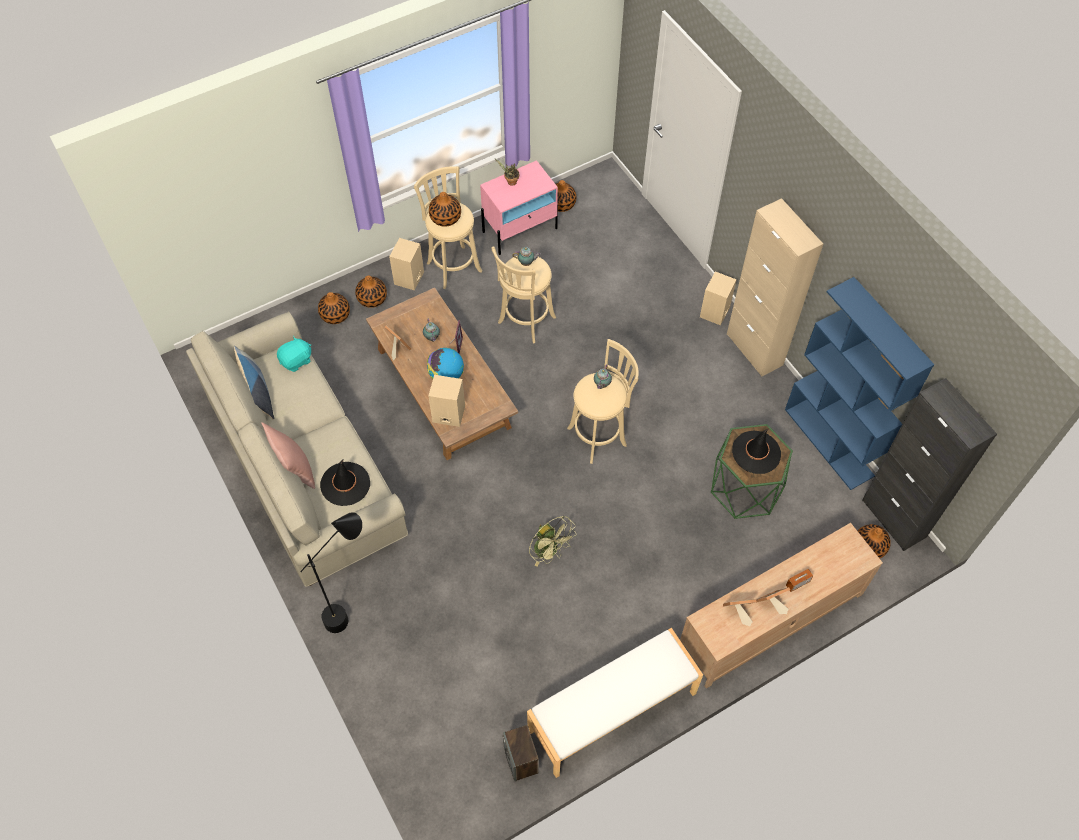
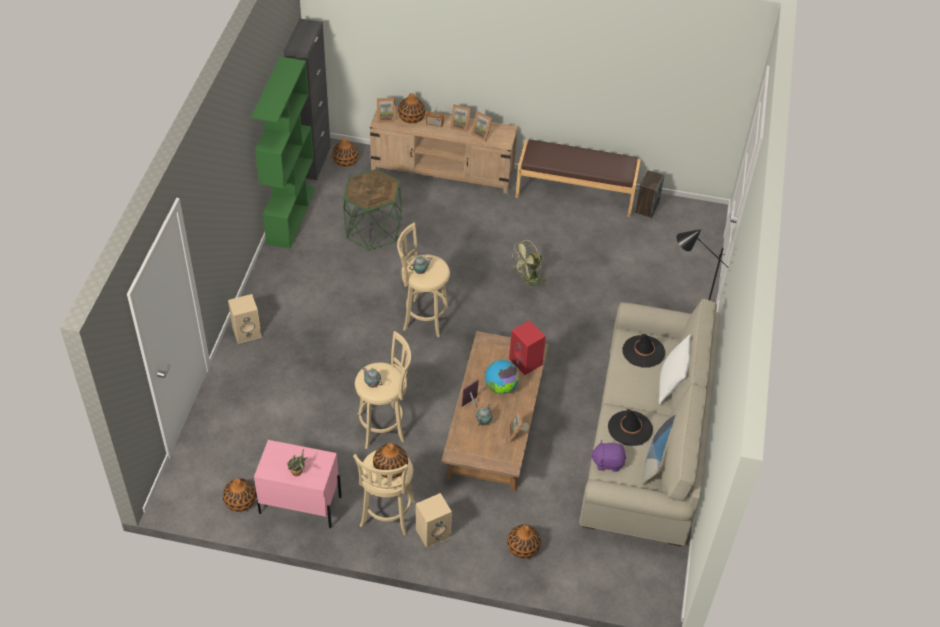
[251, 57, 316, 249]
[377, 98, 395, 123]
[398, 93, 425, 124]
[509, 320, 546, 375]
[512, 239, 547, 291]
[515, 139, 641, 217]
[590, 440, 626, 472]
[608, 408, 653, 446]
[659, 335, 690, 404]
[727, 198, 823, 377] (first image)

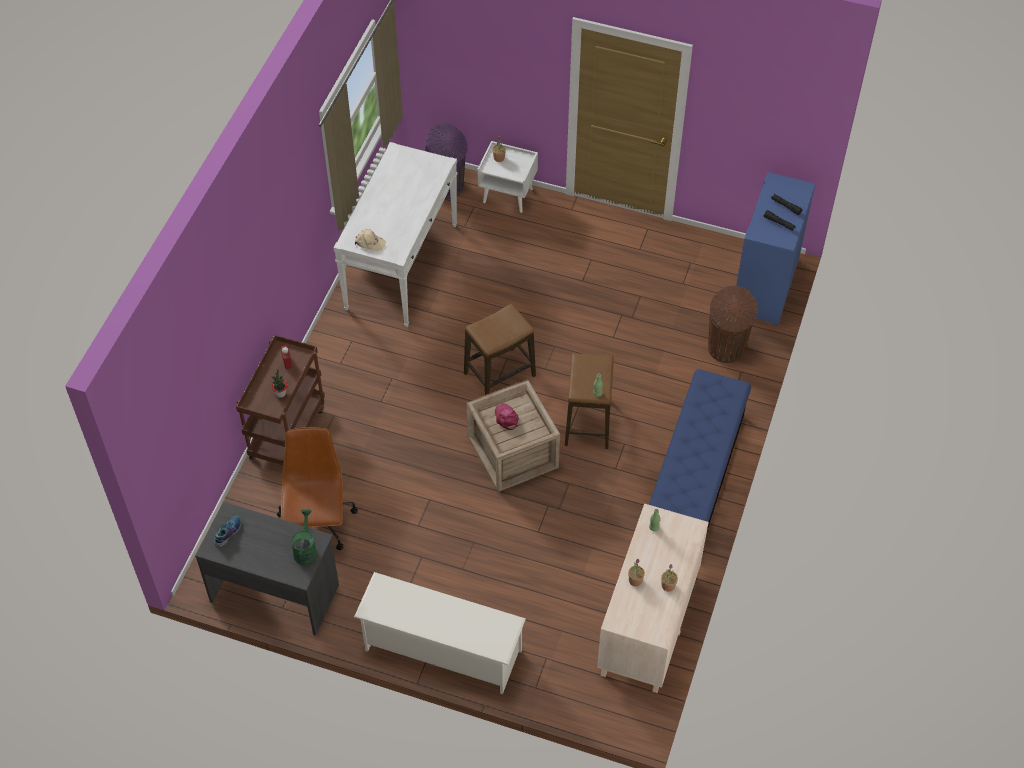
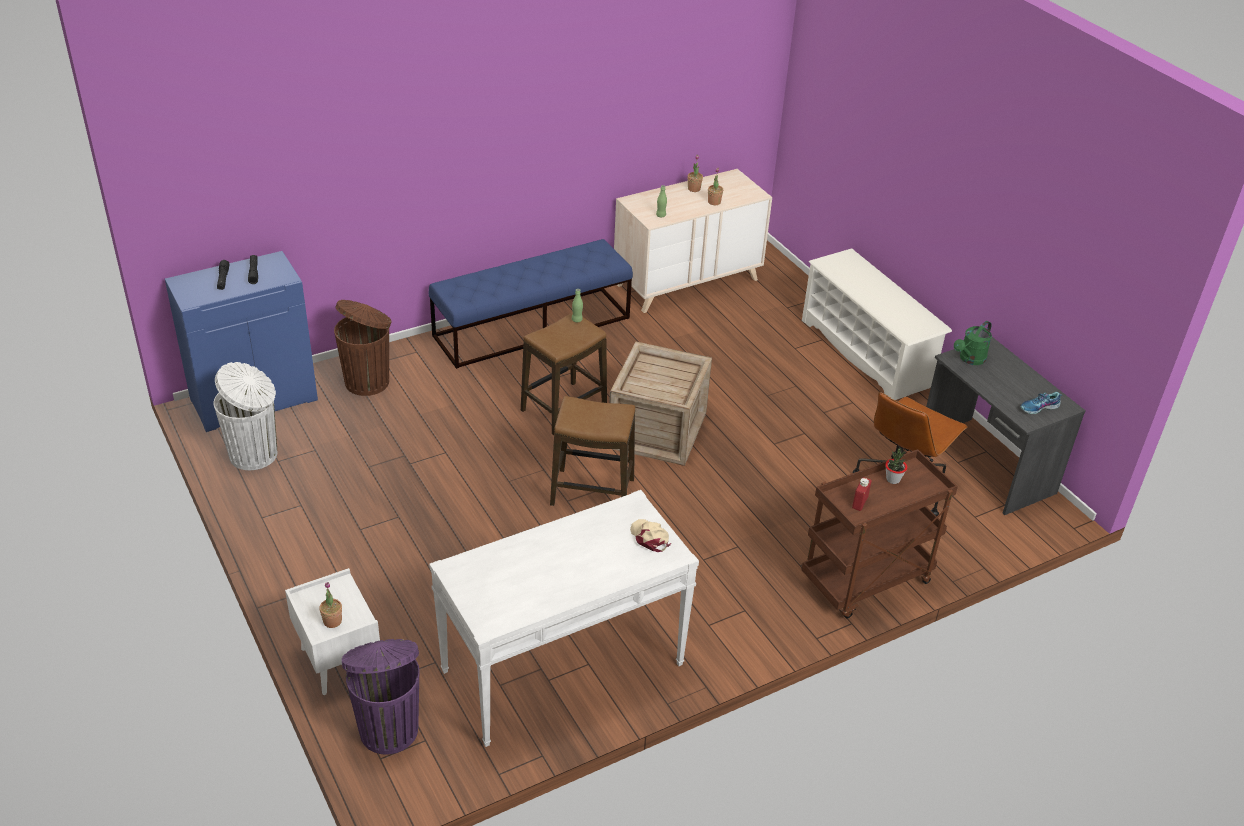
[214, 362, 277, 470]
[495, 403, 519, 430] (first image)

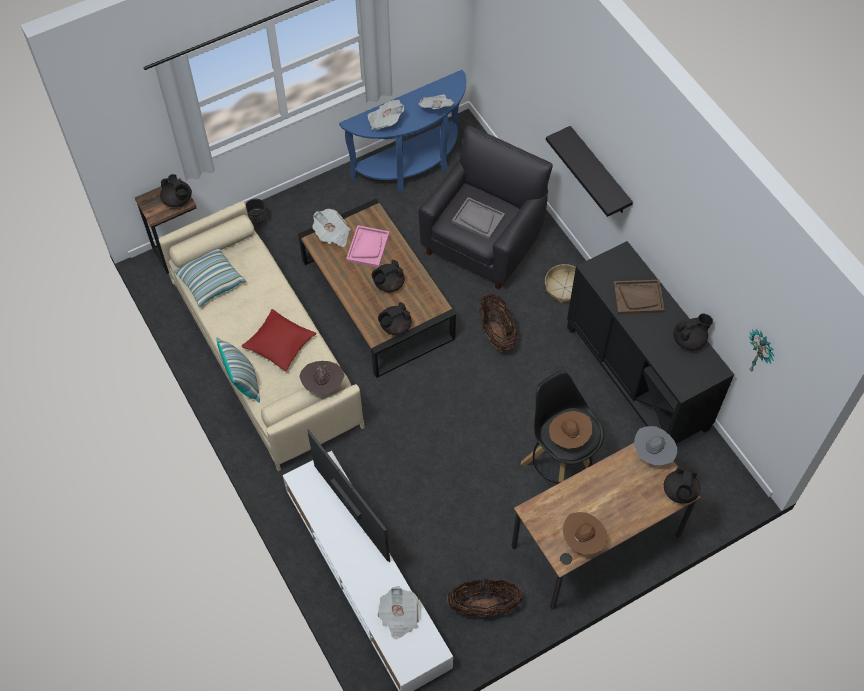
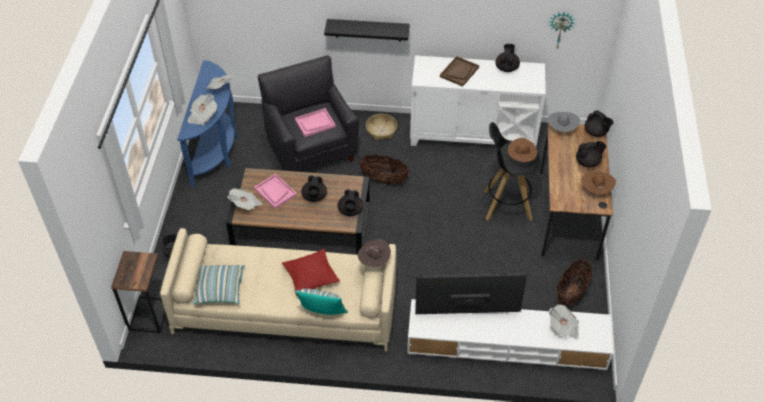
[295, 108, 336, 137]
[410, 56, 546, 147]
[576, 141, 606, 167]

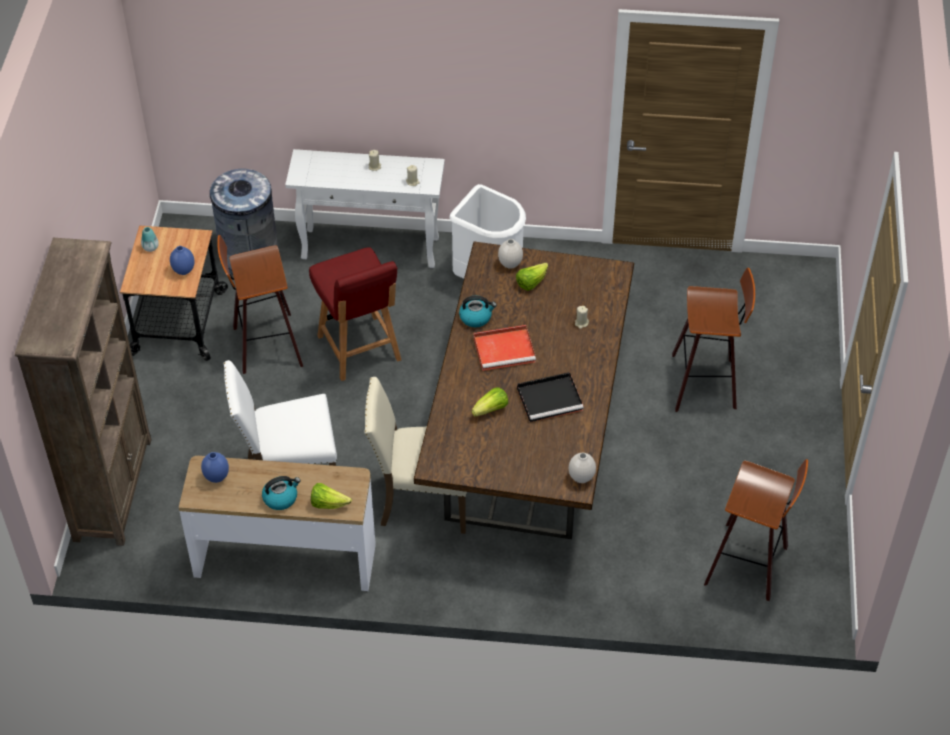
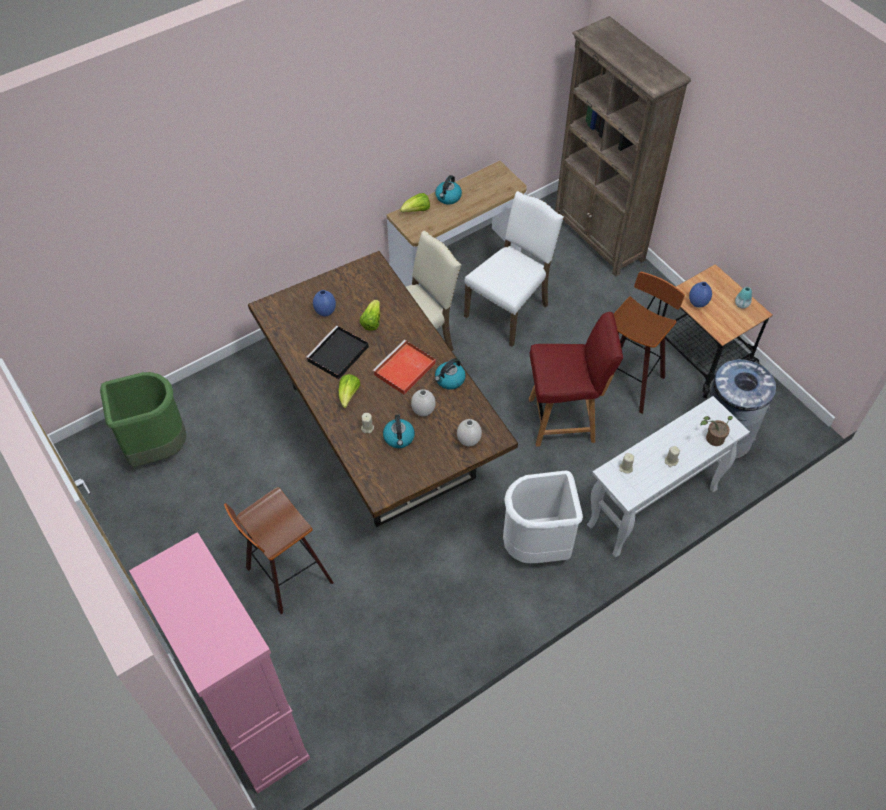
[100, 372, 187, 467]
[129, 532, 310, 794]
[313, 290, 336, 316]
[339, 374, 360, 408]
[383, 415, 415, 448]
[411, 389, 436, 416]
[529, 312, 623, 447]
[700, 416, 733, 446]

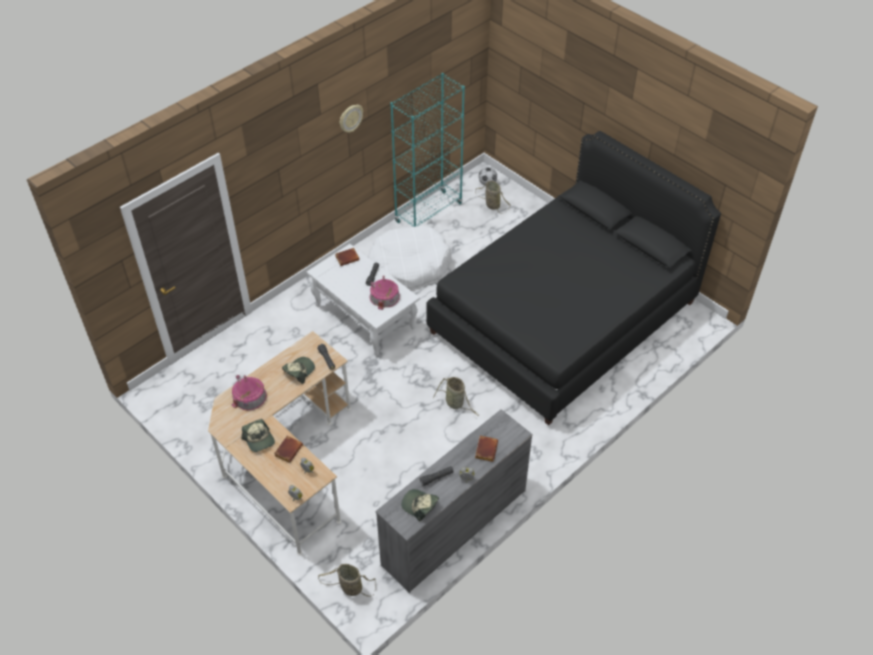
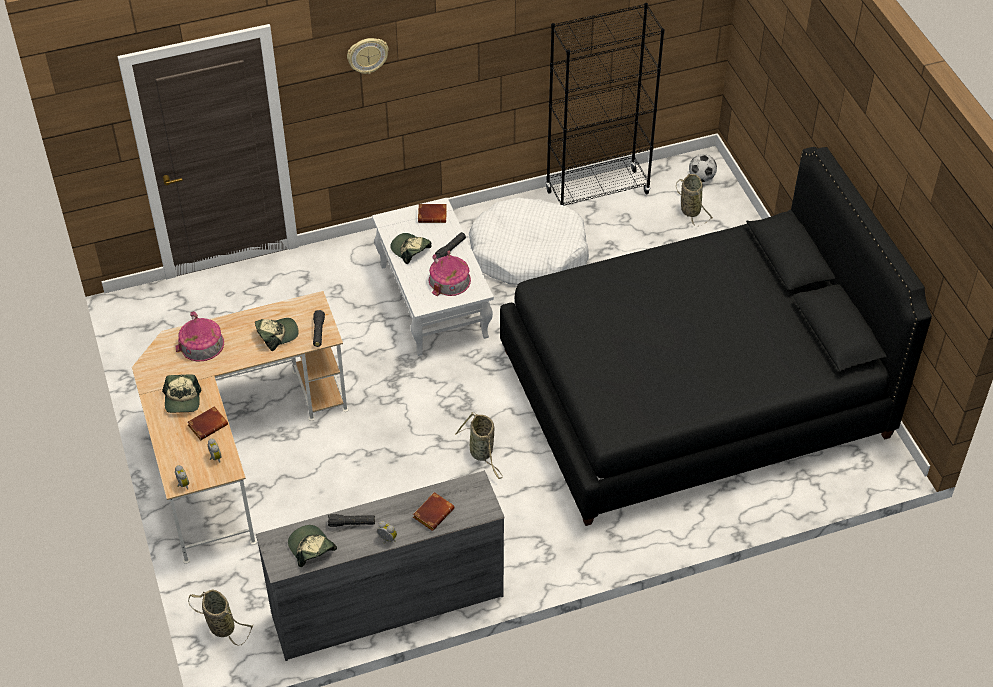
[347, 38, 389, 74]
[390, 233, 432, 264]
[546, 3, 665, 206]

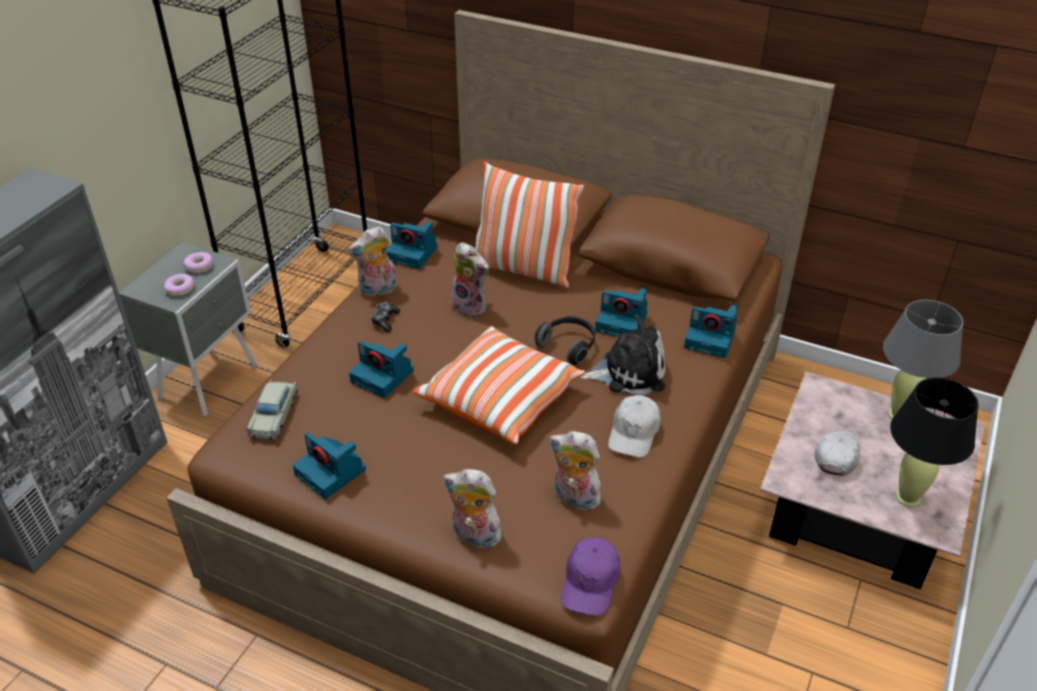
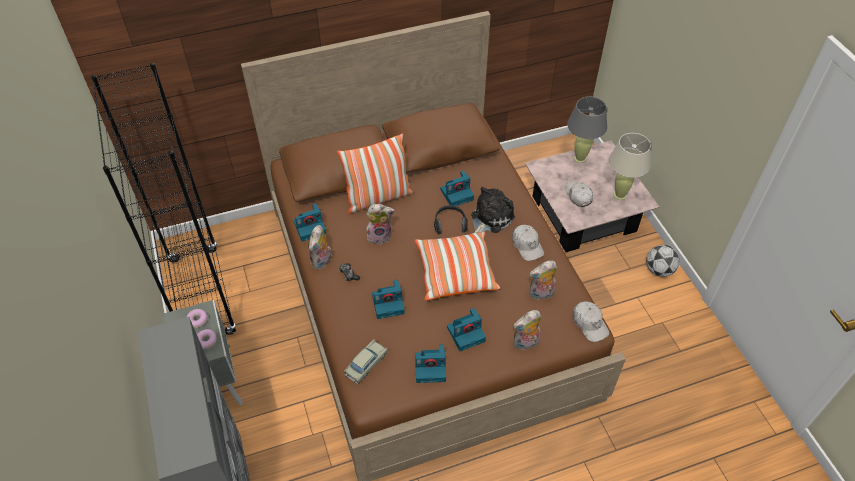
[344, 339, 388, 384]
[447, 308, 486, 351]
[573, 301, 609, 342]
[609, 133, 651, 200]
[646, 245, 680, 277]

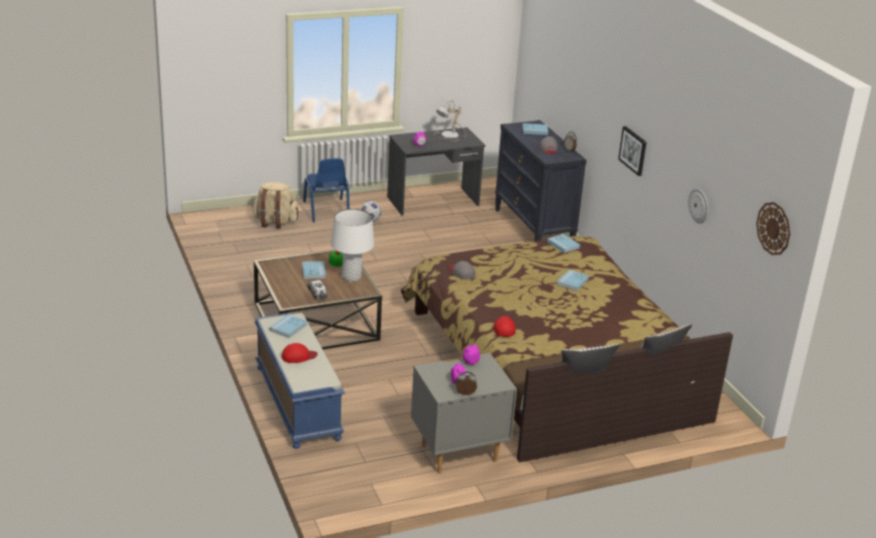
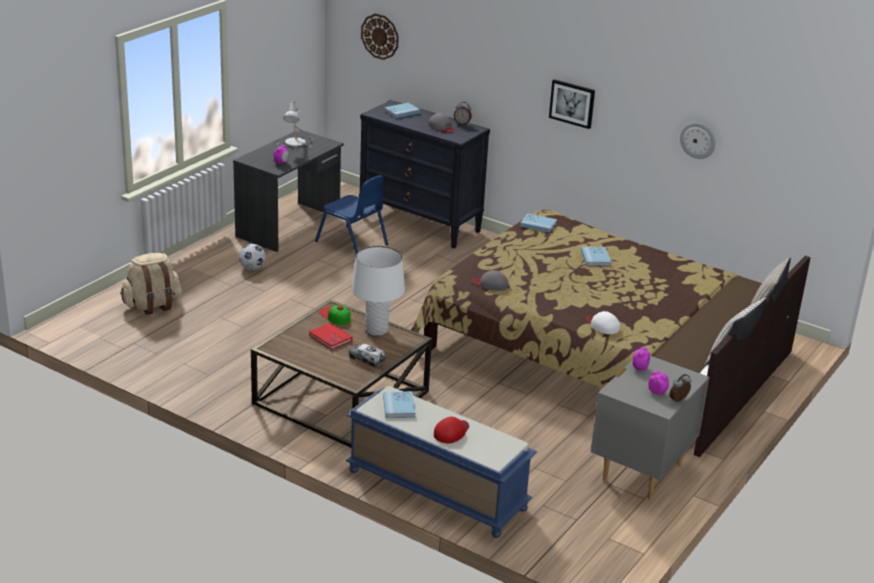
[309, 323, 353, 350]
[315, 175, 388, 254]
[361, 13, 399, 60]
[586, 311, 620, 334]

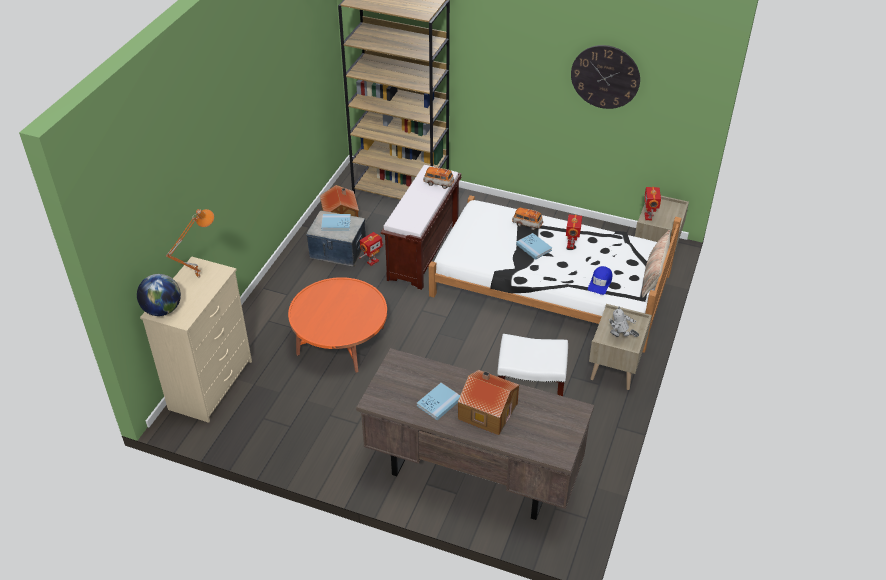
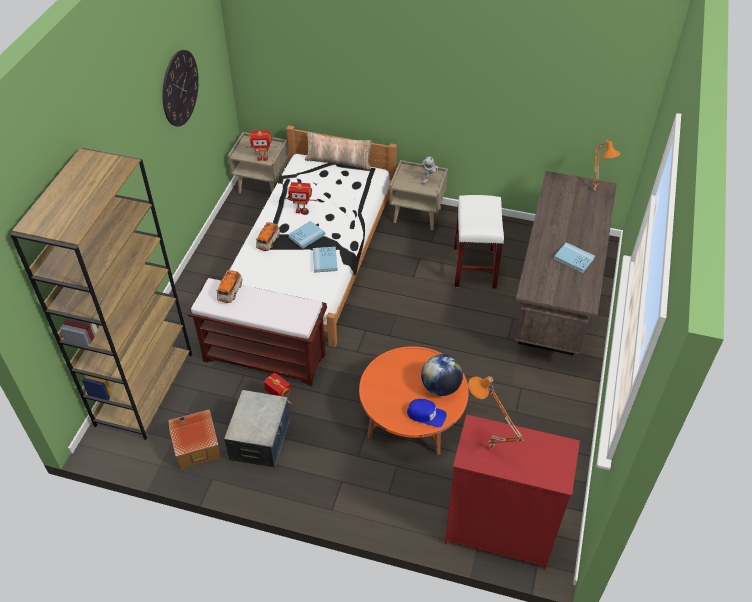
[313, 247, 338, 272]
[407, 399, 447, 427]
[421, 354, 463, 396]
[444, 414, 580, 570]
[594, 140, 620, 192]
[458, 370, 519, 435] (first image)

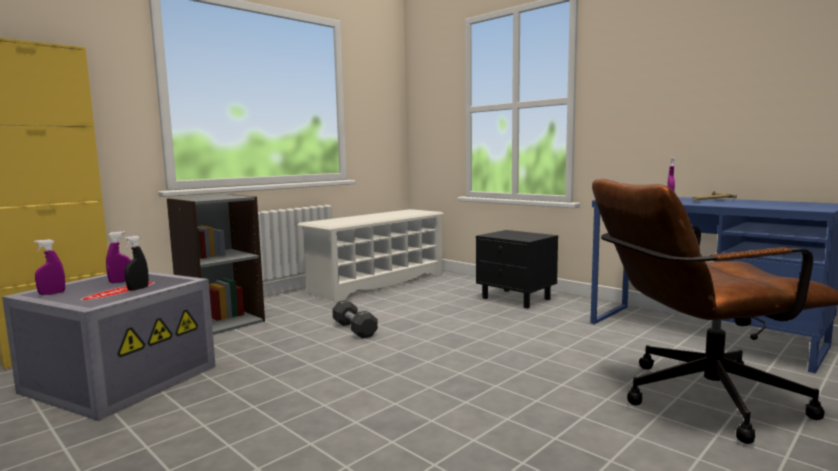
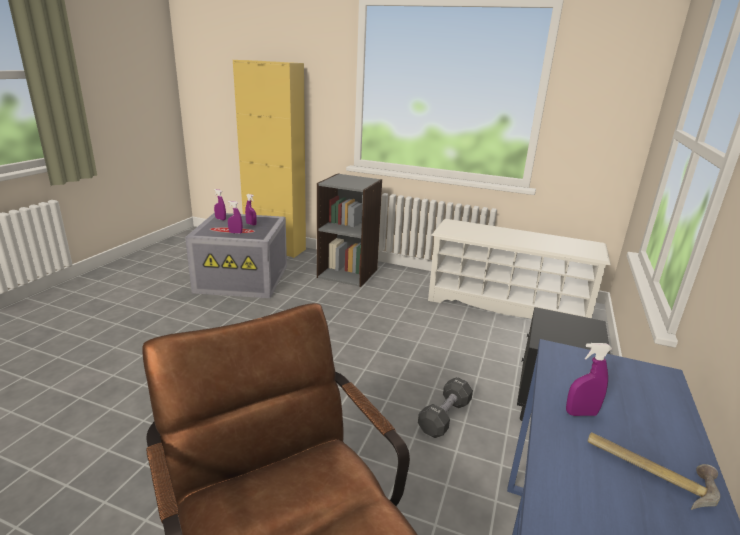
[228, 201, 243, 234]
[418, 377, 473, 438]

